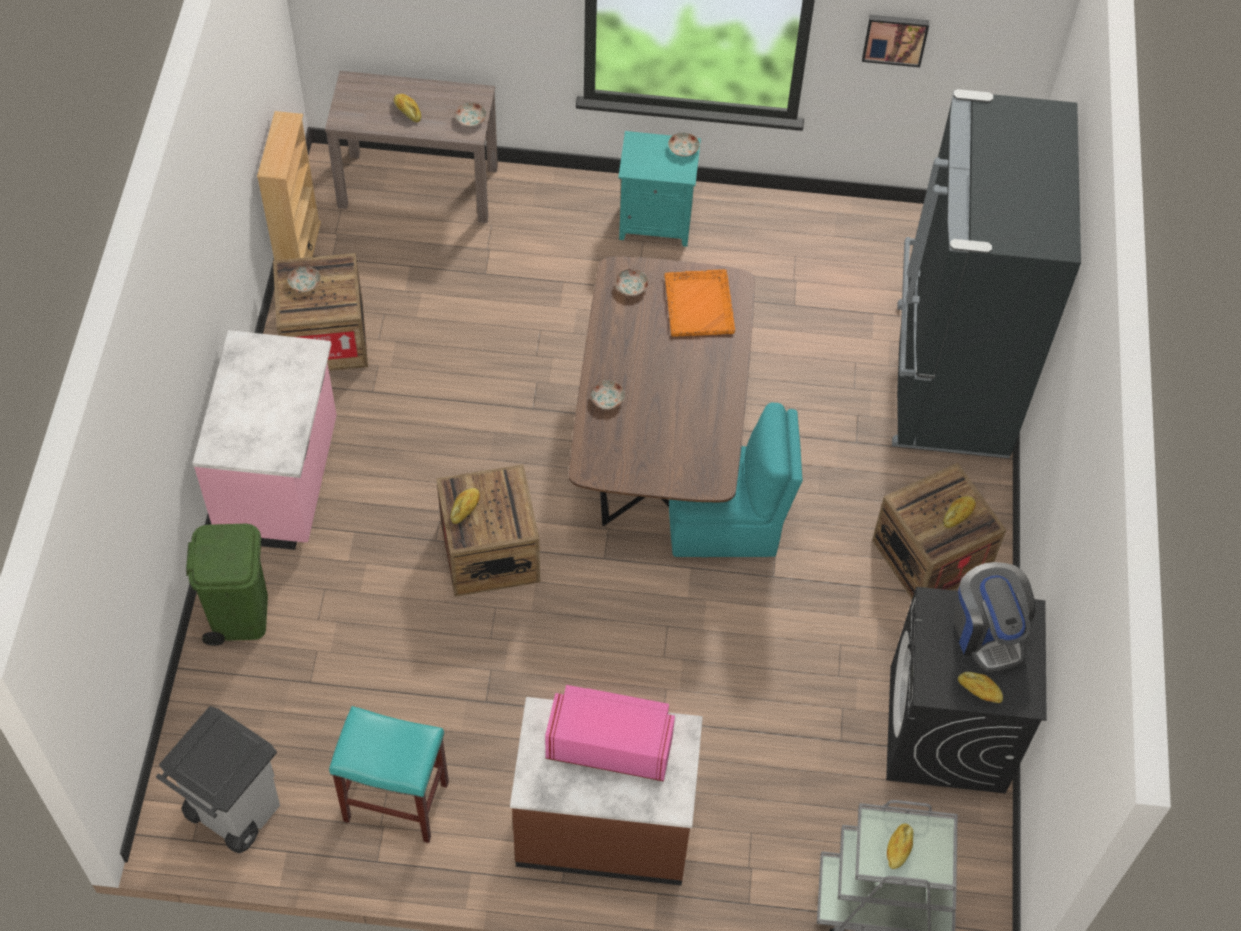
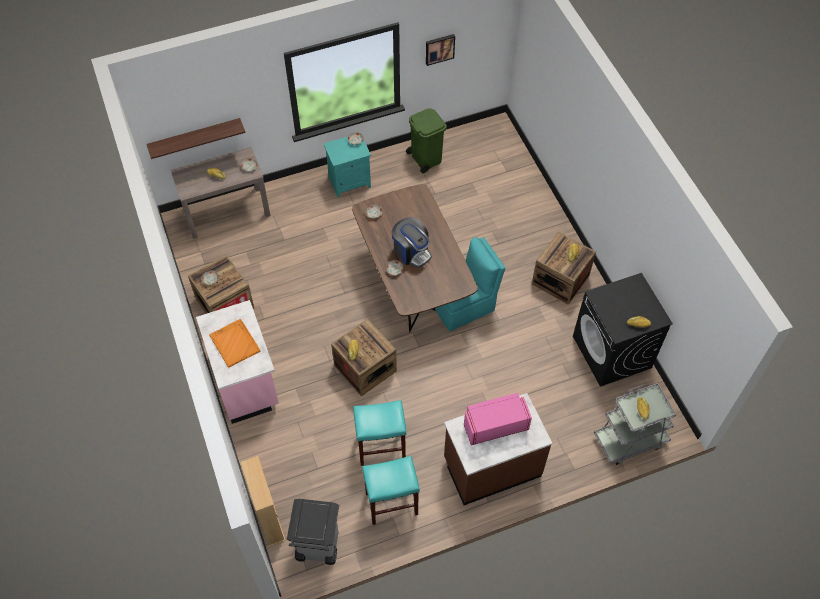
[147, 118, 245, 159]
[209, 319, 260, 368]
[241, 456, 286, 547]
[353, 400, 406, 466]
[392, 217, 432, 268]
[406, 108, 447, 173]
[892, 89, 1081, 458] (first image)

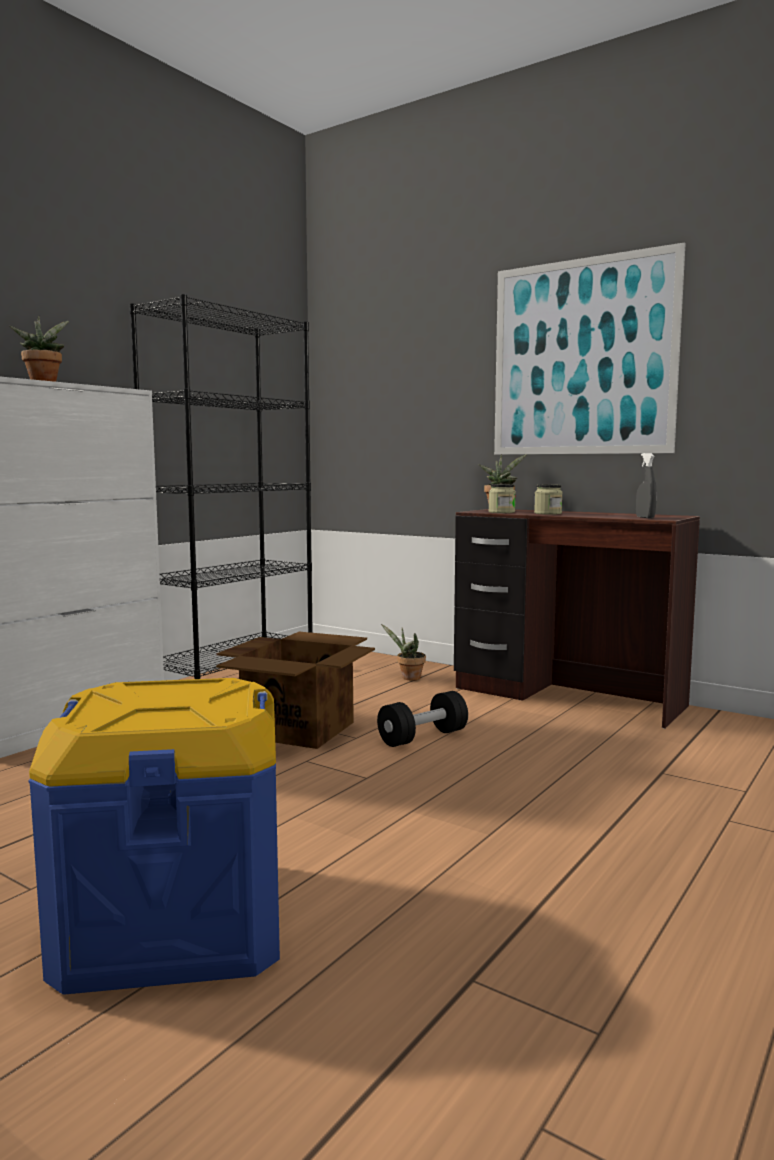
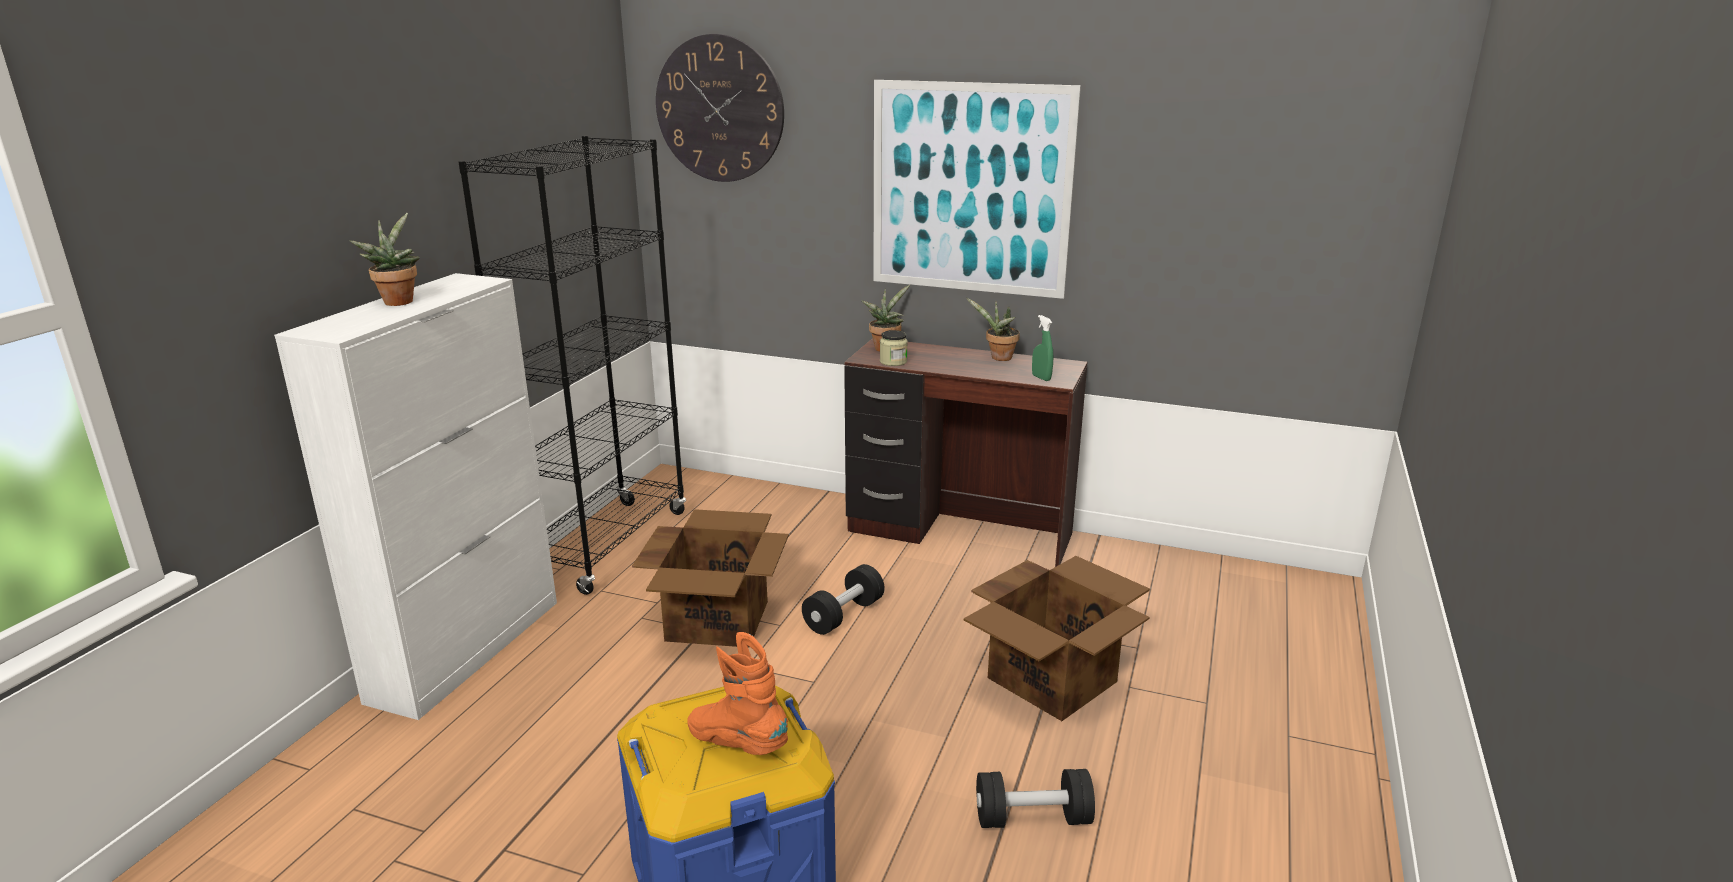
[656, 34, 784, 182]
[687, 632, 788, 755]
[964, 556, 1150, 721]
[966, 298, 1020, 361]
[976, 769, 1095, 828]
[1032, 315, 1053, 381]
[534, 484, 563, 515] (first image)

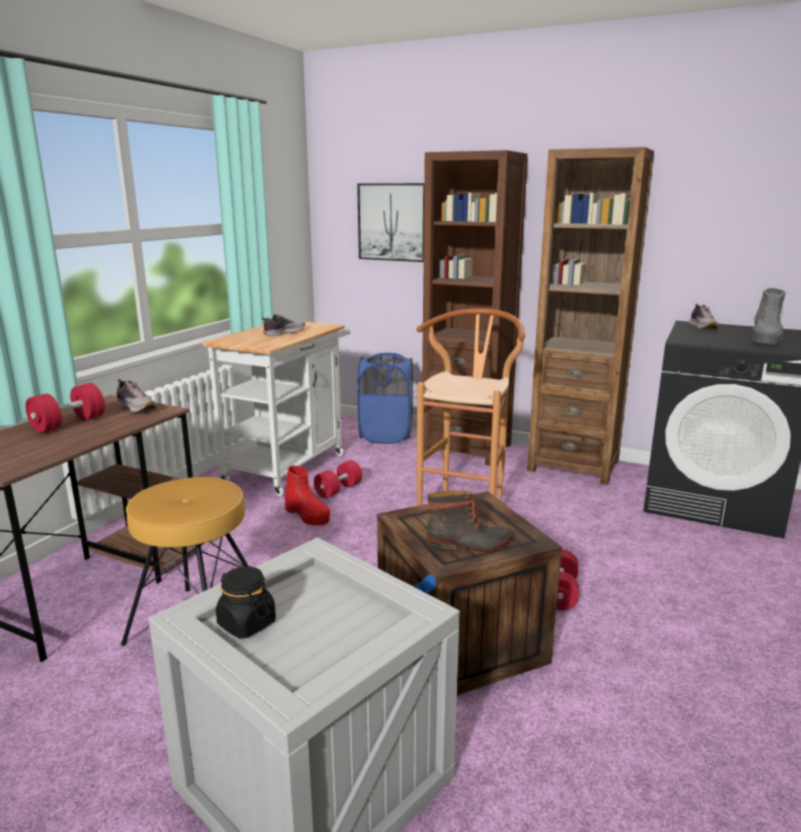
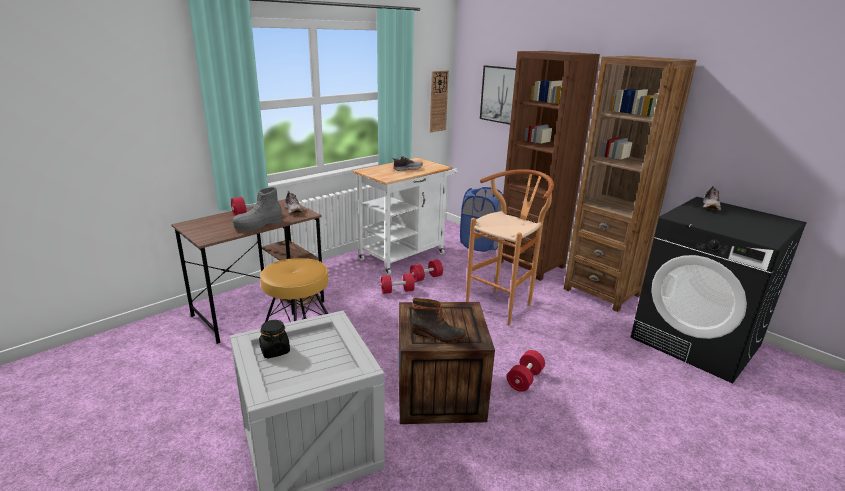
[232, 187, 283, 231]
[381, 273, 415, 294]
[430, 71, 449, 132]

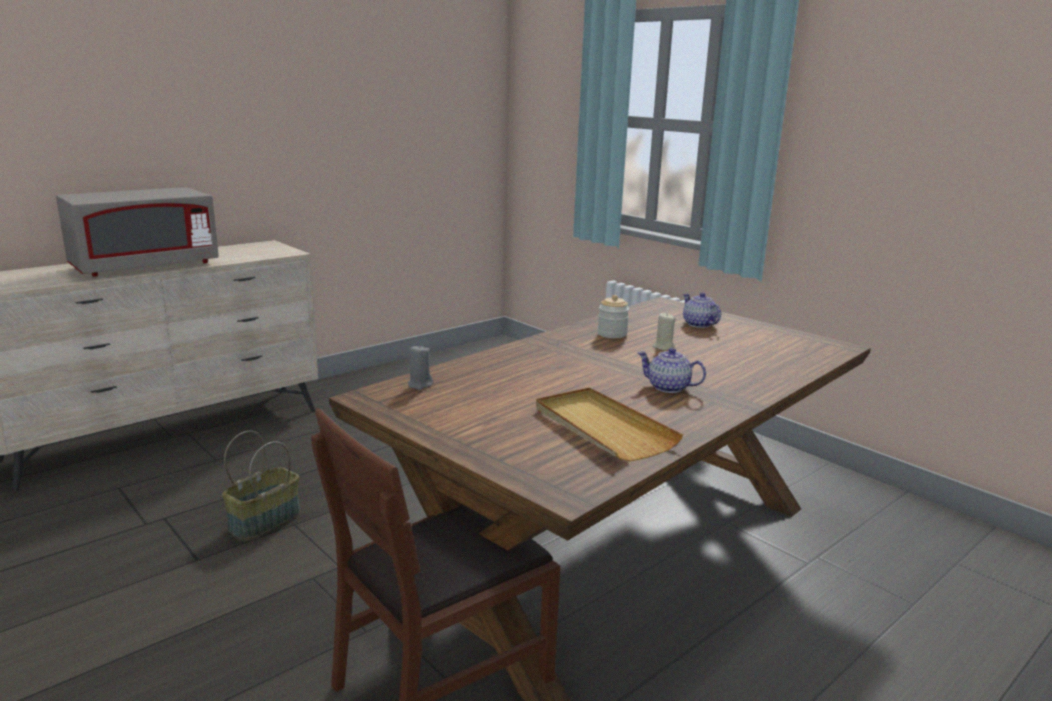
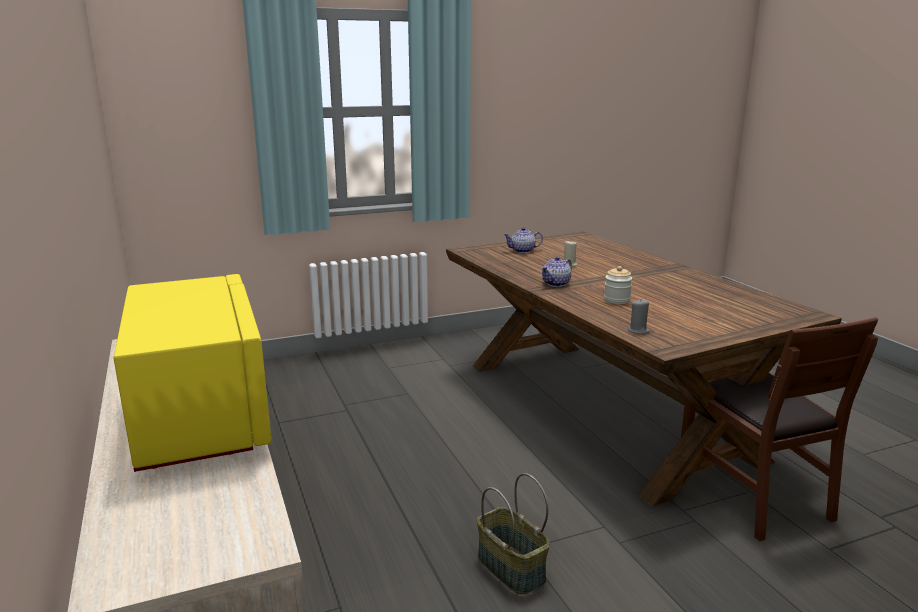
[114, 274, 271, 472]
[541, 256, 572, 287]
[604, 266, 632, 304]
[536, 387, 683, 461] (first image)

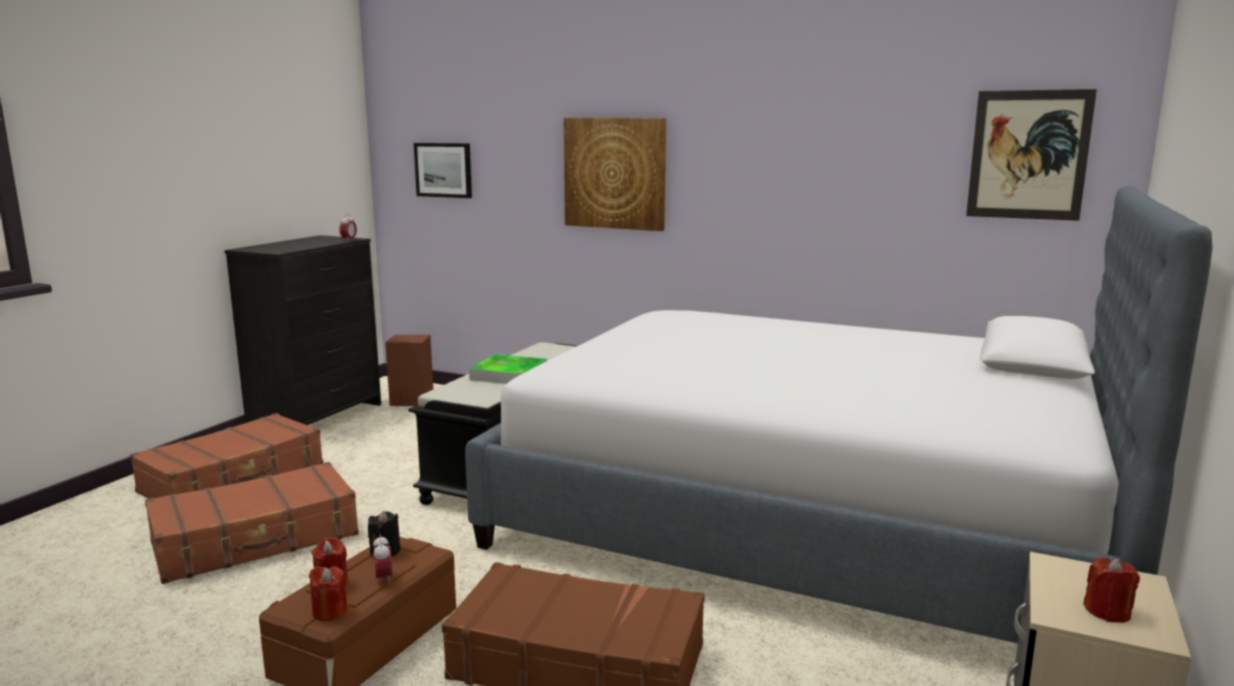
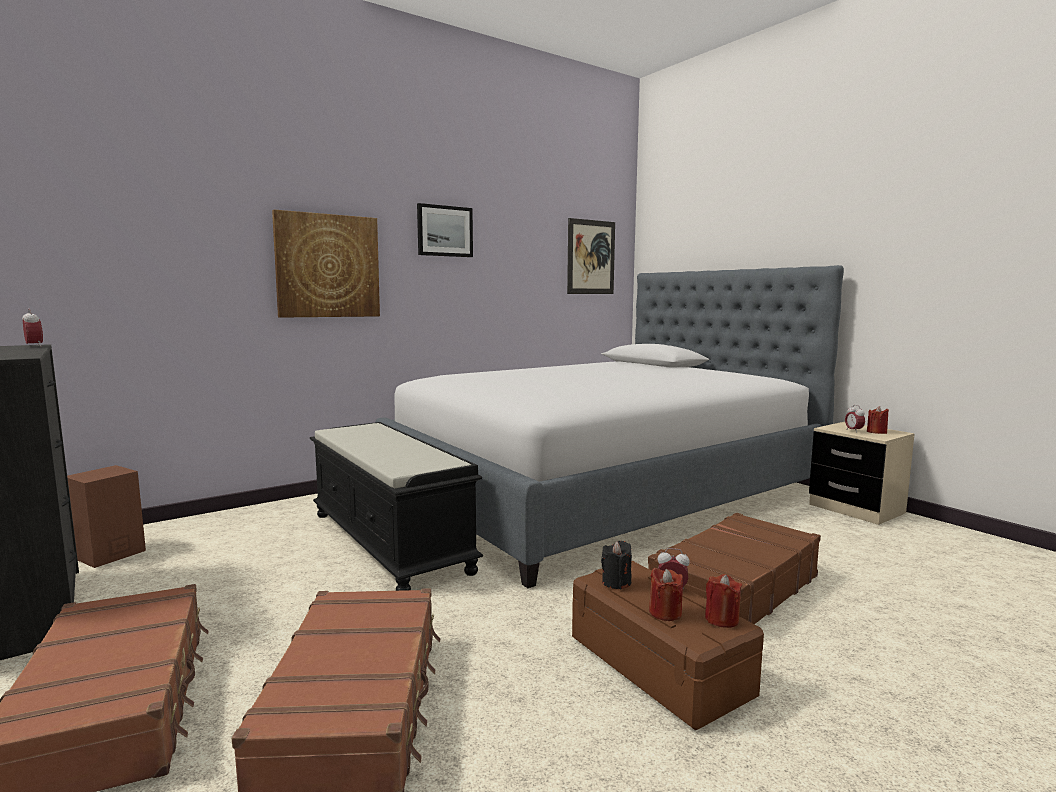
[417, 203, 473, 257]
[845, 405, 865, 433]
[469, 354, 548, 384] (first image)

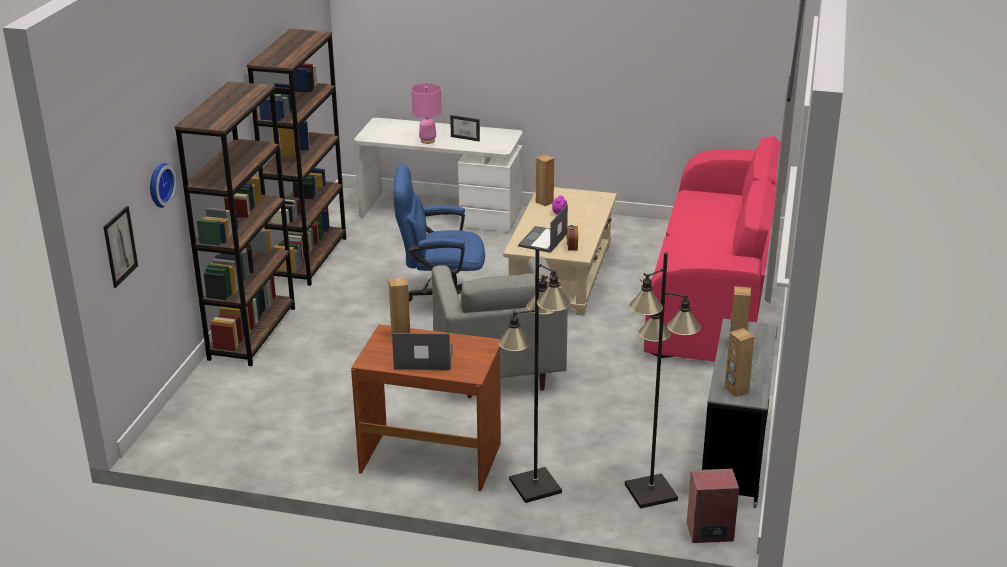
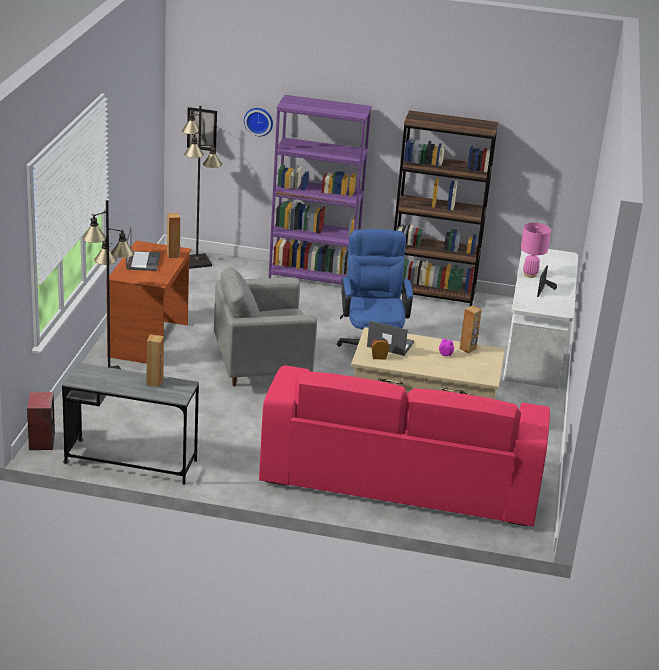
[182, 106, 222, 269]
[268, 95, 372, 285]
[725, 328, 754, 397] (first image)

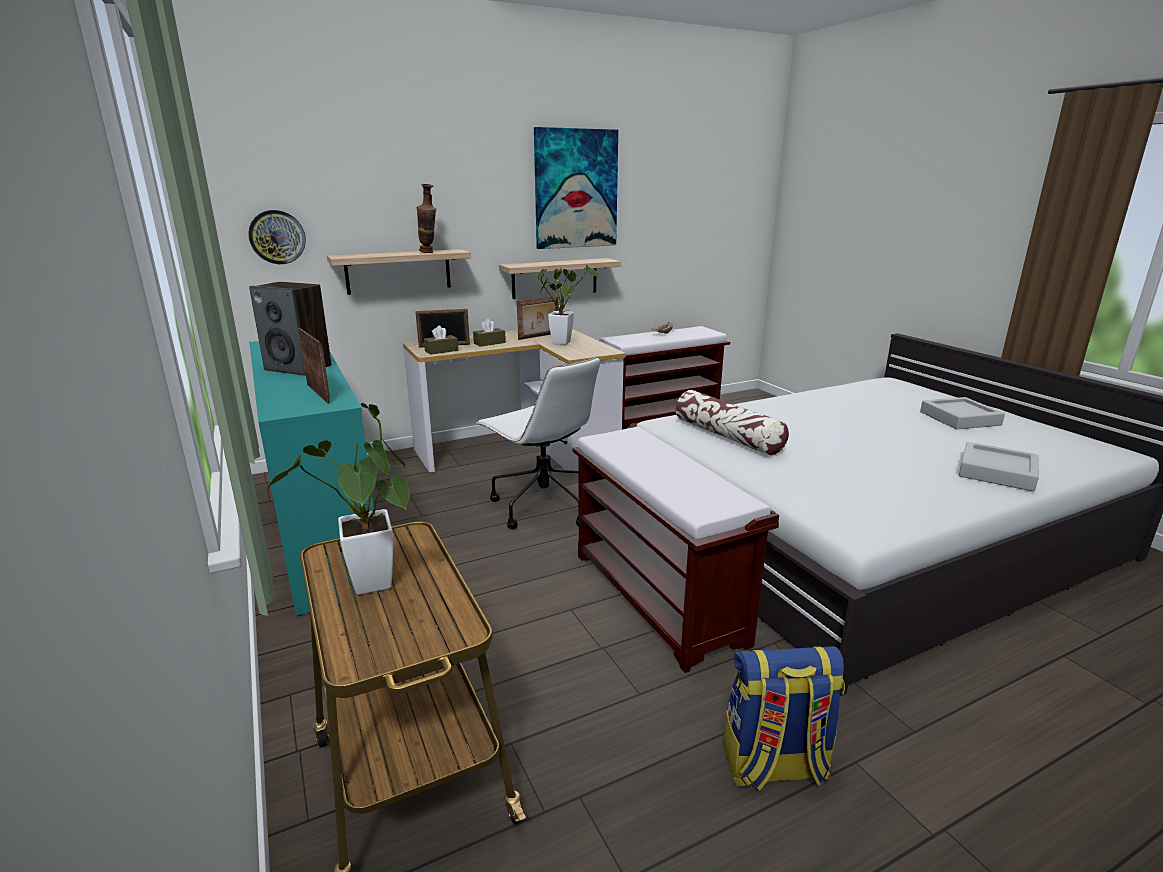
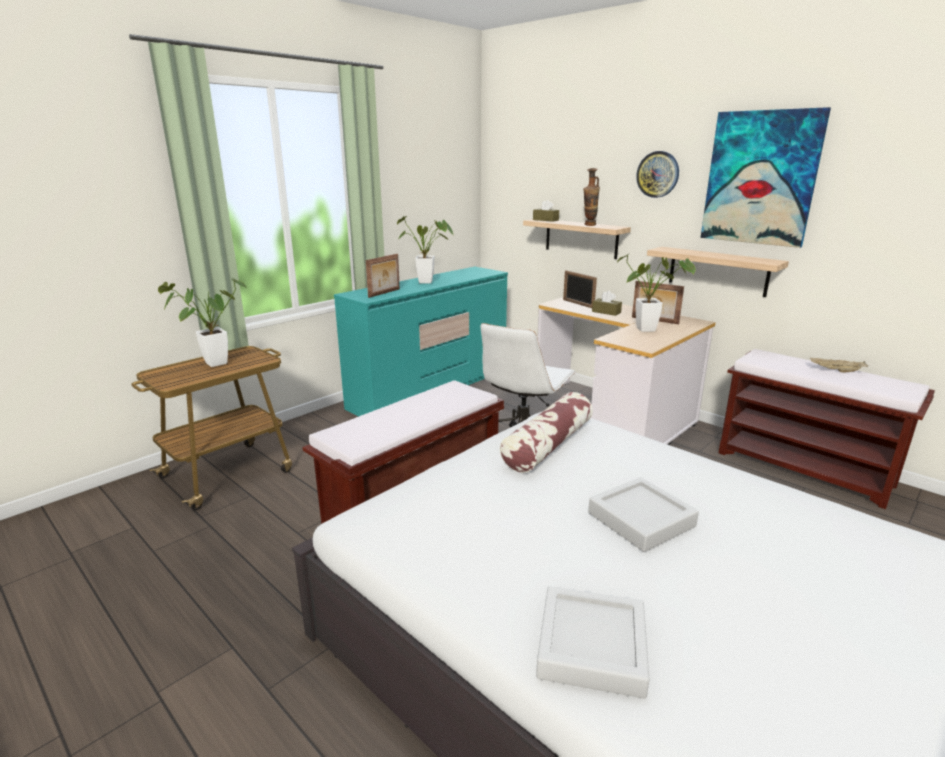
[397, 216, 453, 284]
[533, 200, 559, 222]
[588, 477, 699, 552]
[636, 151, 679, 198]
[723, 645, 845, 790] (first image)

